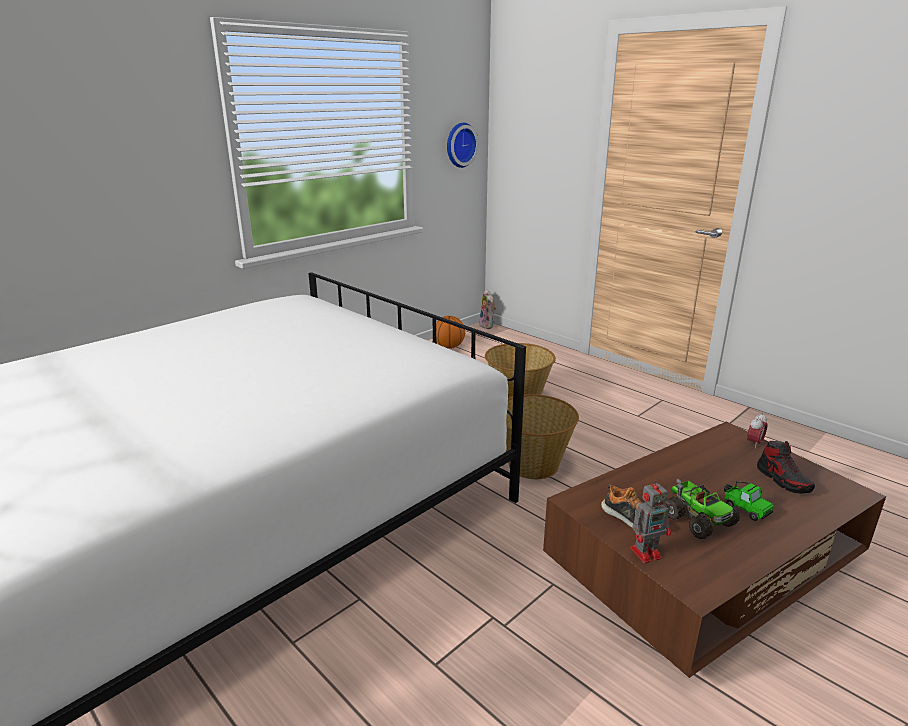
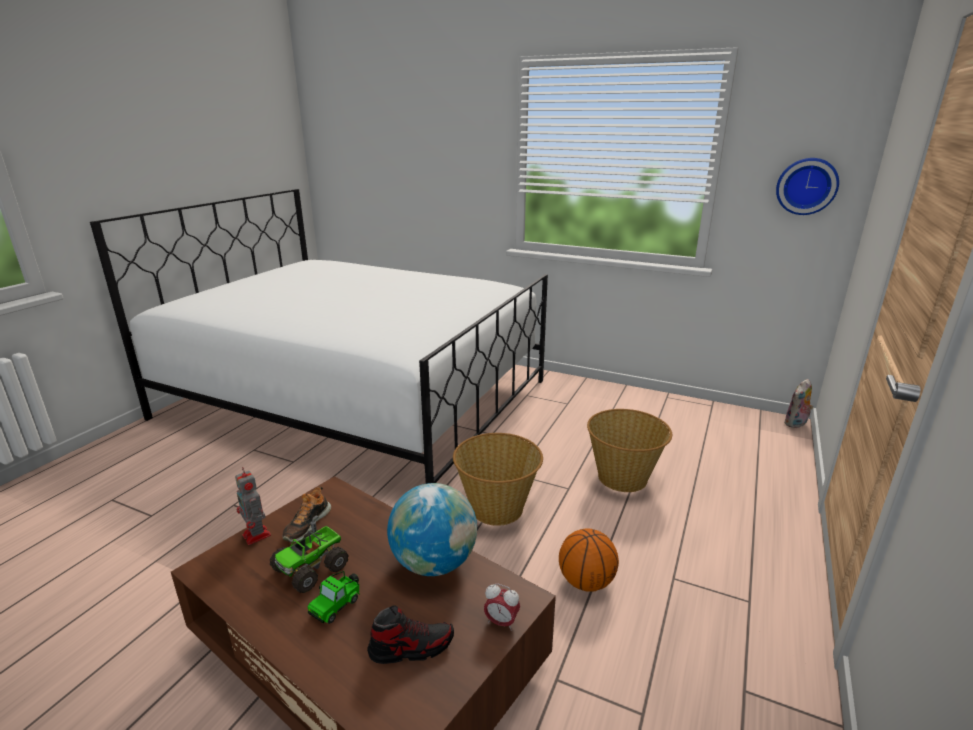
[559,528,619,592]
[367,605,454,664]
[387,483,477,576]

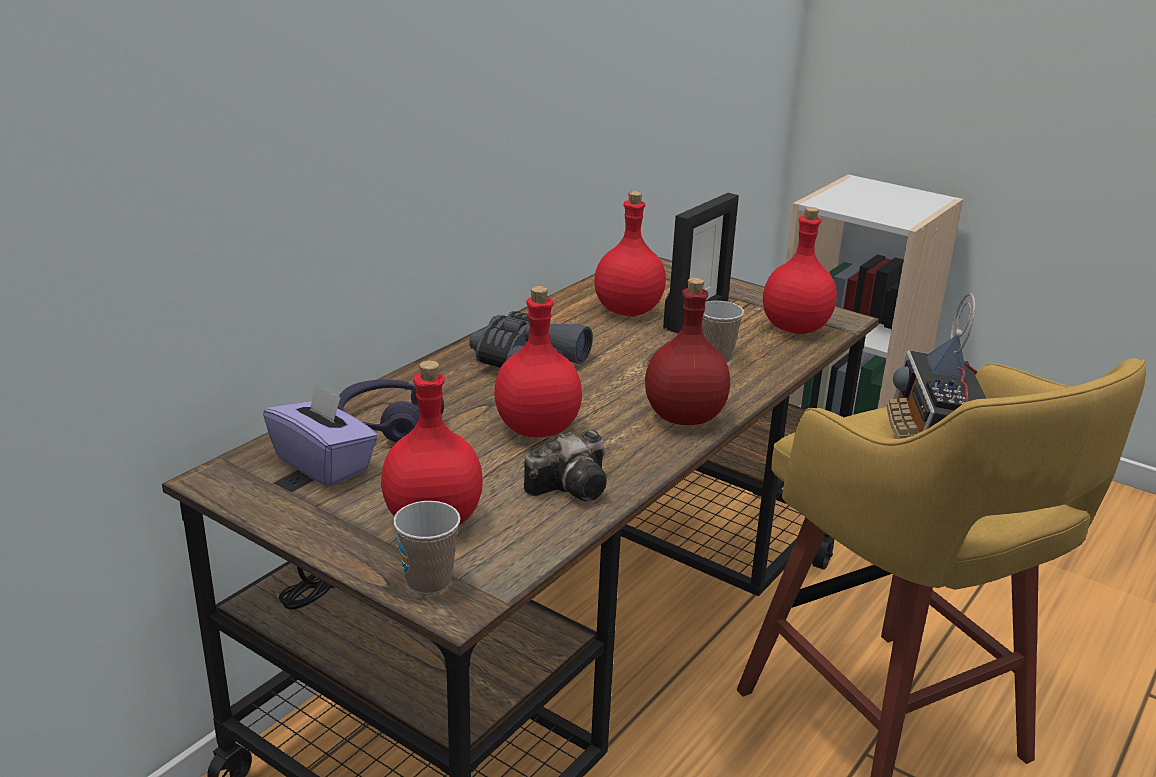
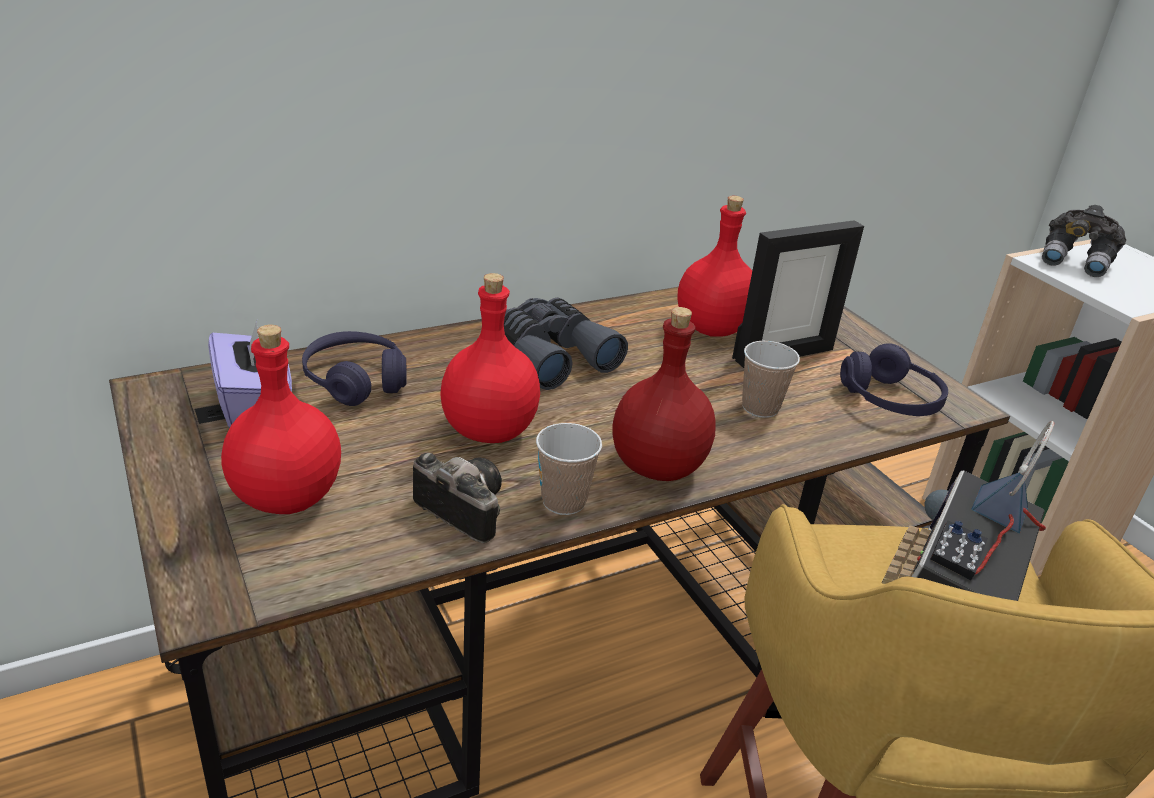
[536,423,602,515]
[413,453,502,543]
[840,343,948,416]
[1042,205,1126,277]

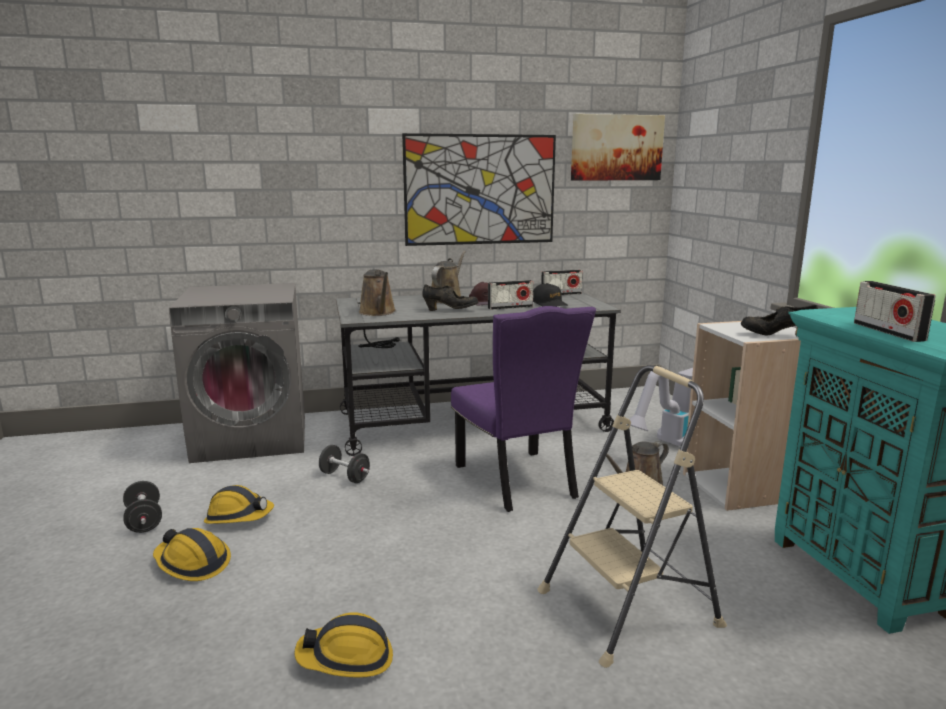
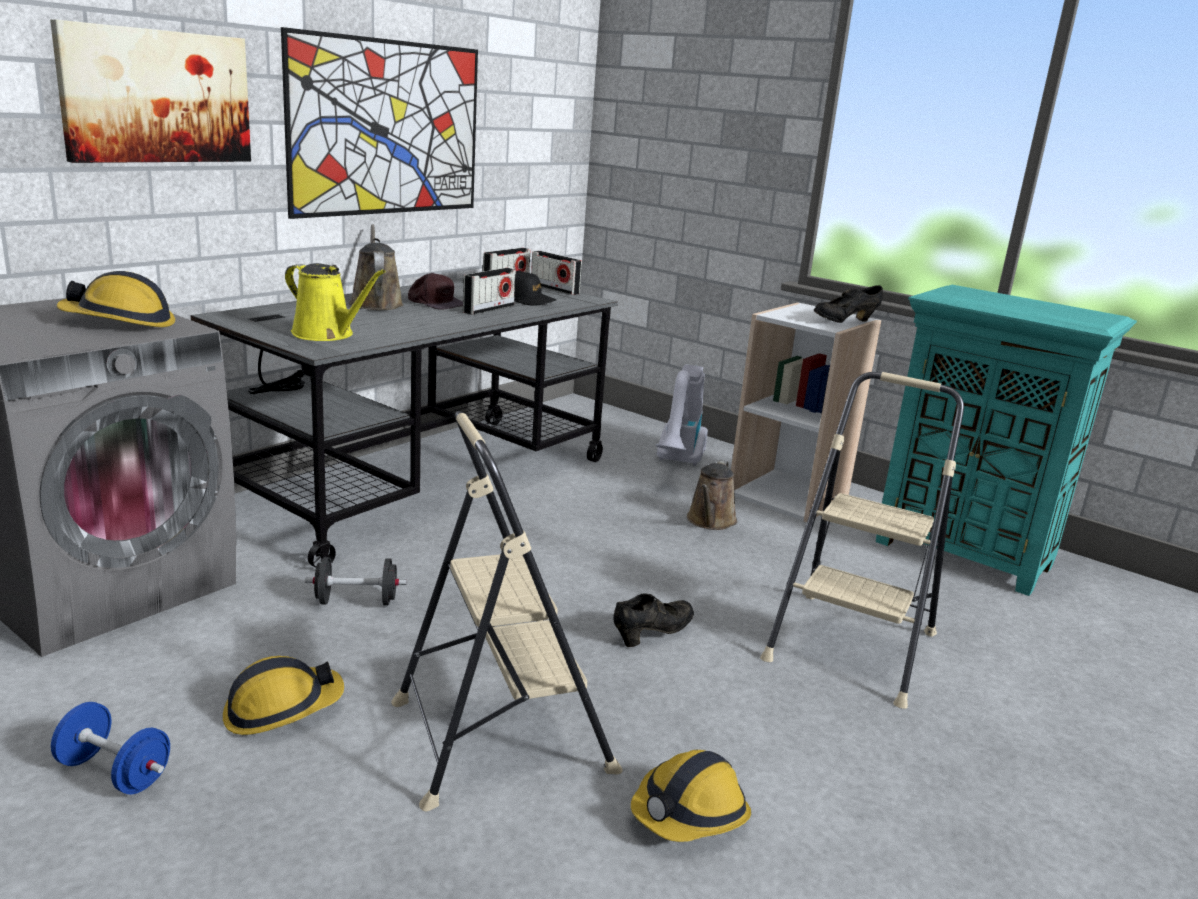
[51,702,170,795]
[57,271,175,327]
[285,263,386,341]
[614,594,694,647]
[451,306,596,512] (first image)
[50,19,251,163]
[531,251,582,295]
[391,411,622,811]

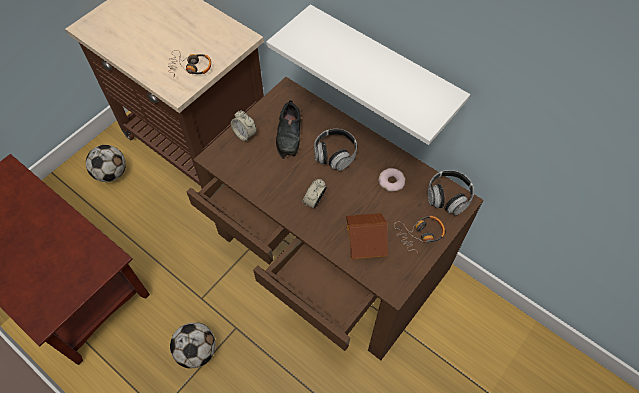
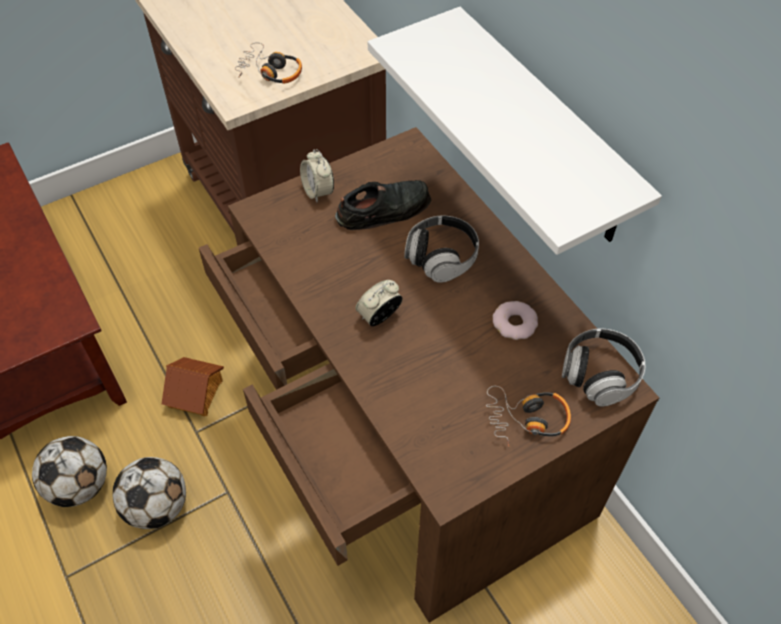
[32,436,107,507]
[335,180,431,230]
[162,357,224,416]

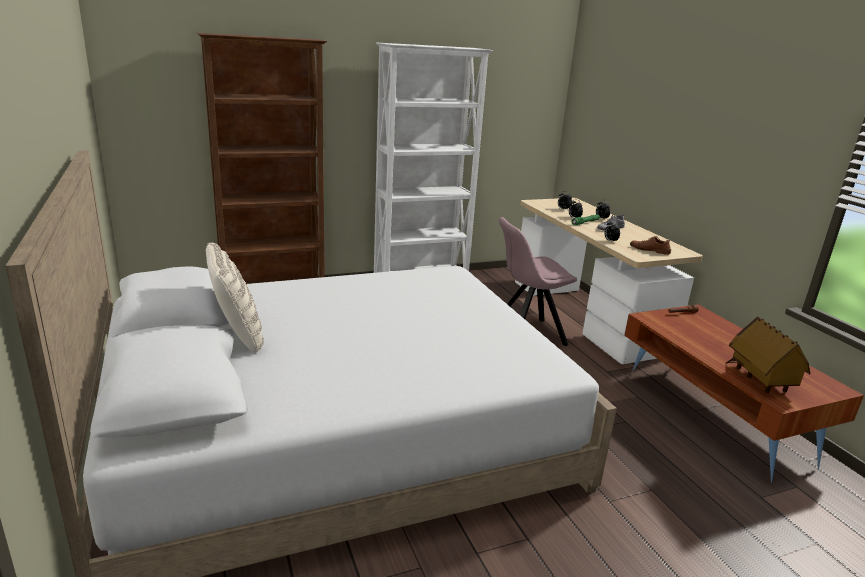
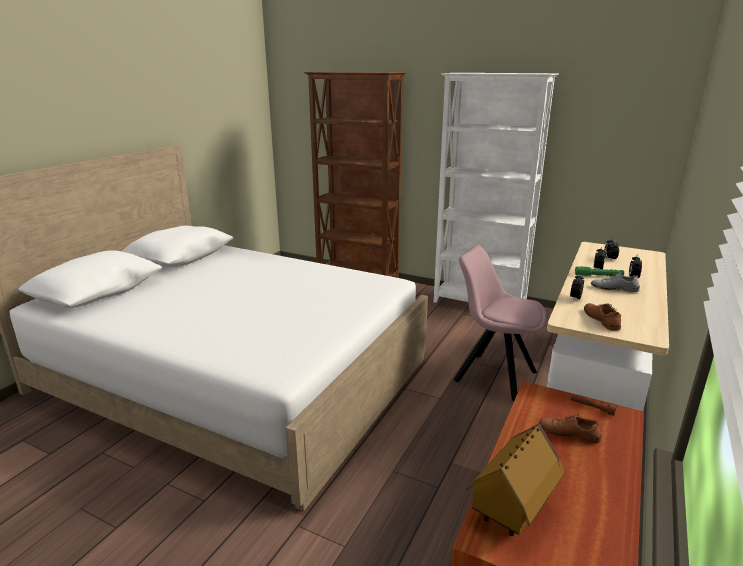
[206,243,264,352] (first image)
[538,414,601,444]

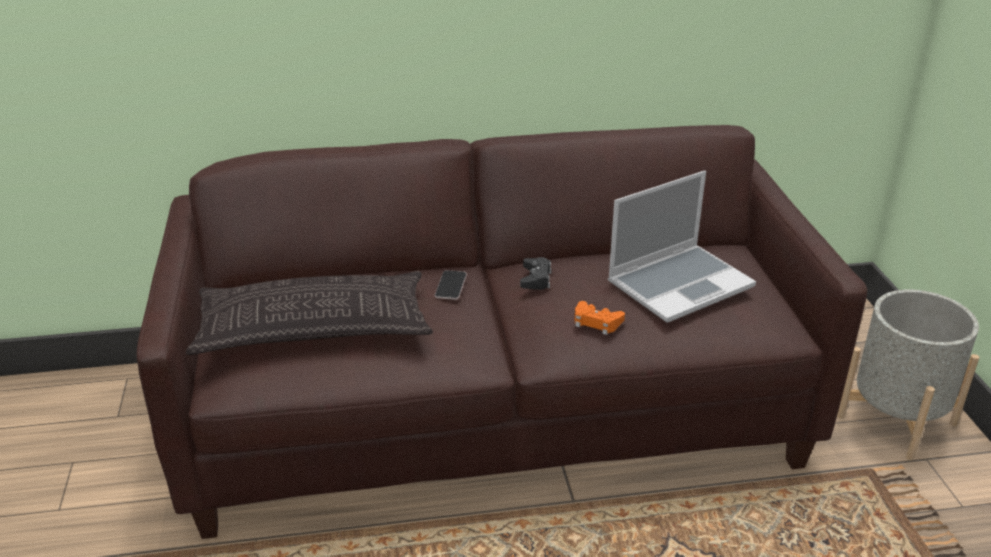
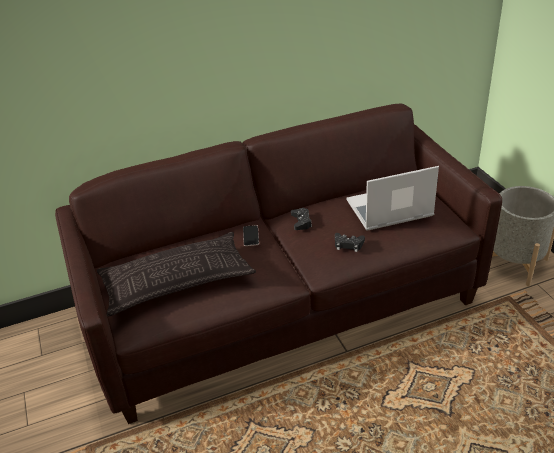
[335,233,365,252]
[346,166,439,230]

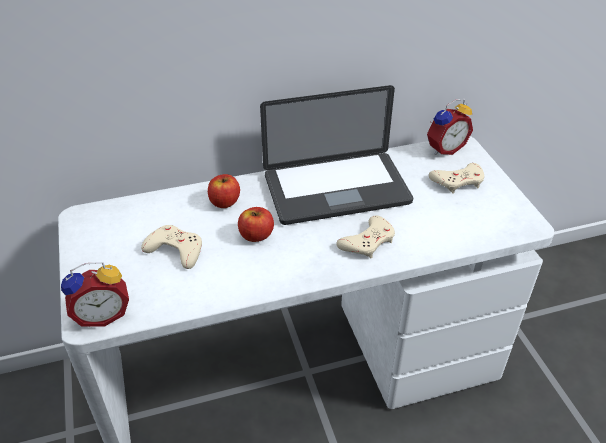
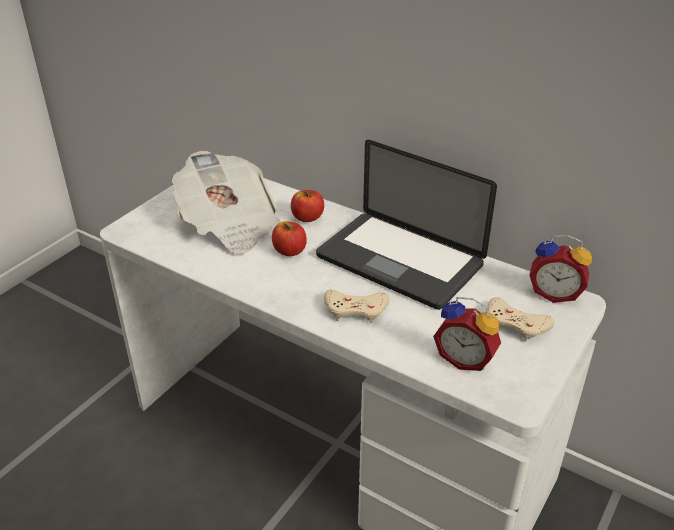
[433,297,501,371]
[172,151,281,255]

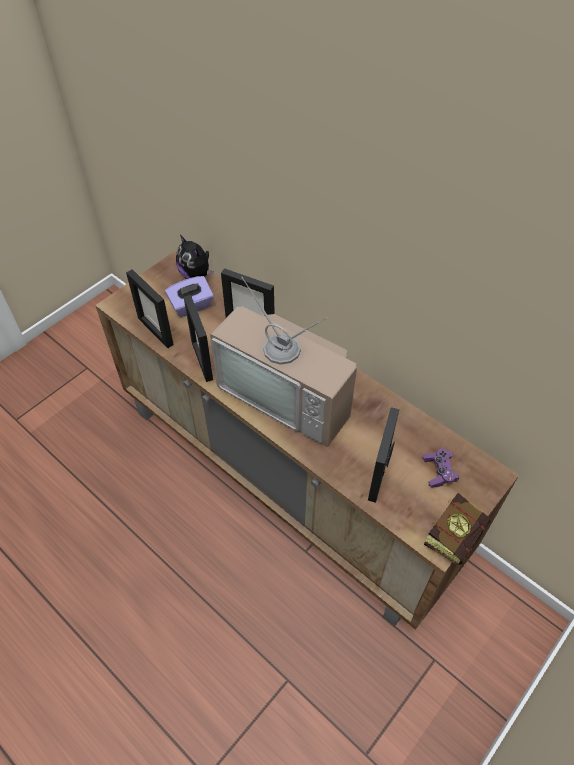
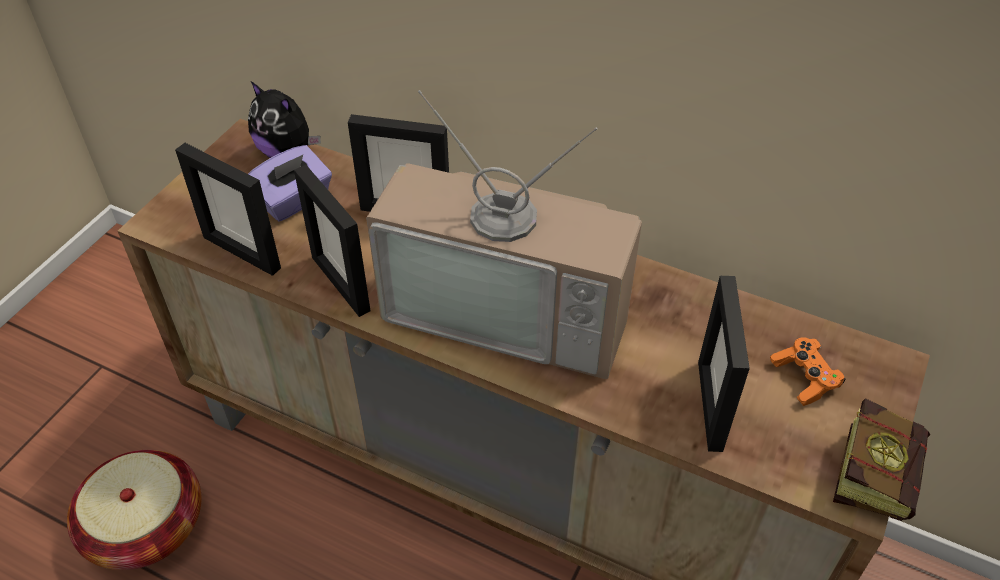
[770,337,846,406]
[67,450,201,570]

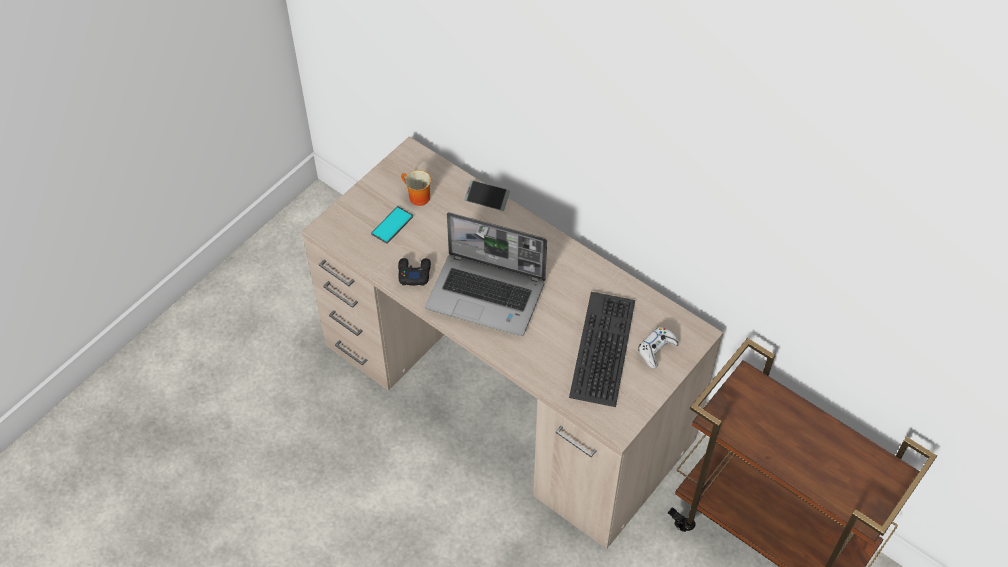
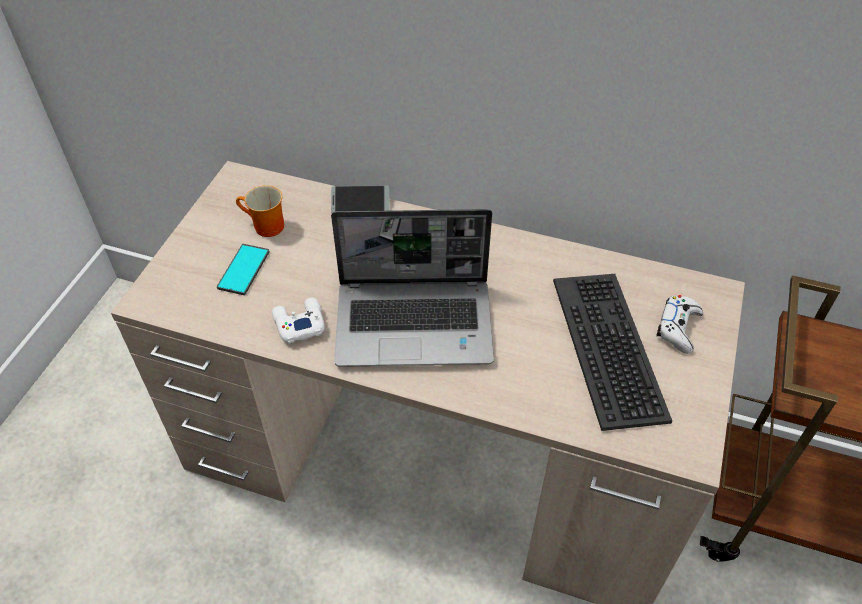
[272,298,325,343]

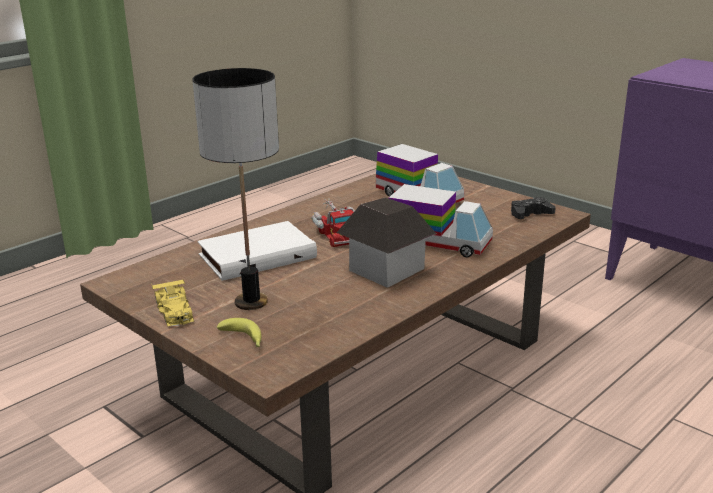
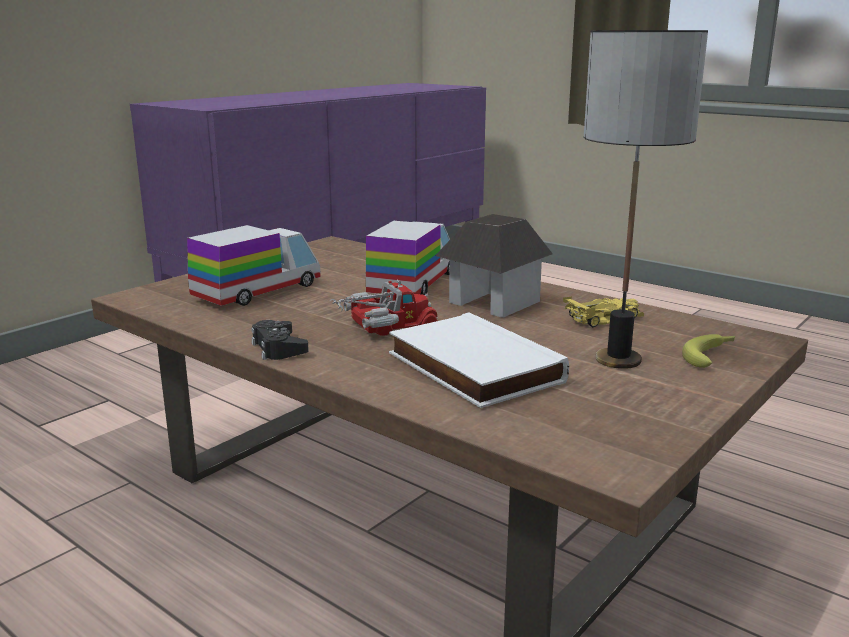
[563,297,644,327]
[251,320,309,360]

